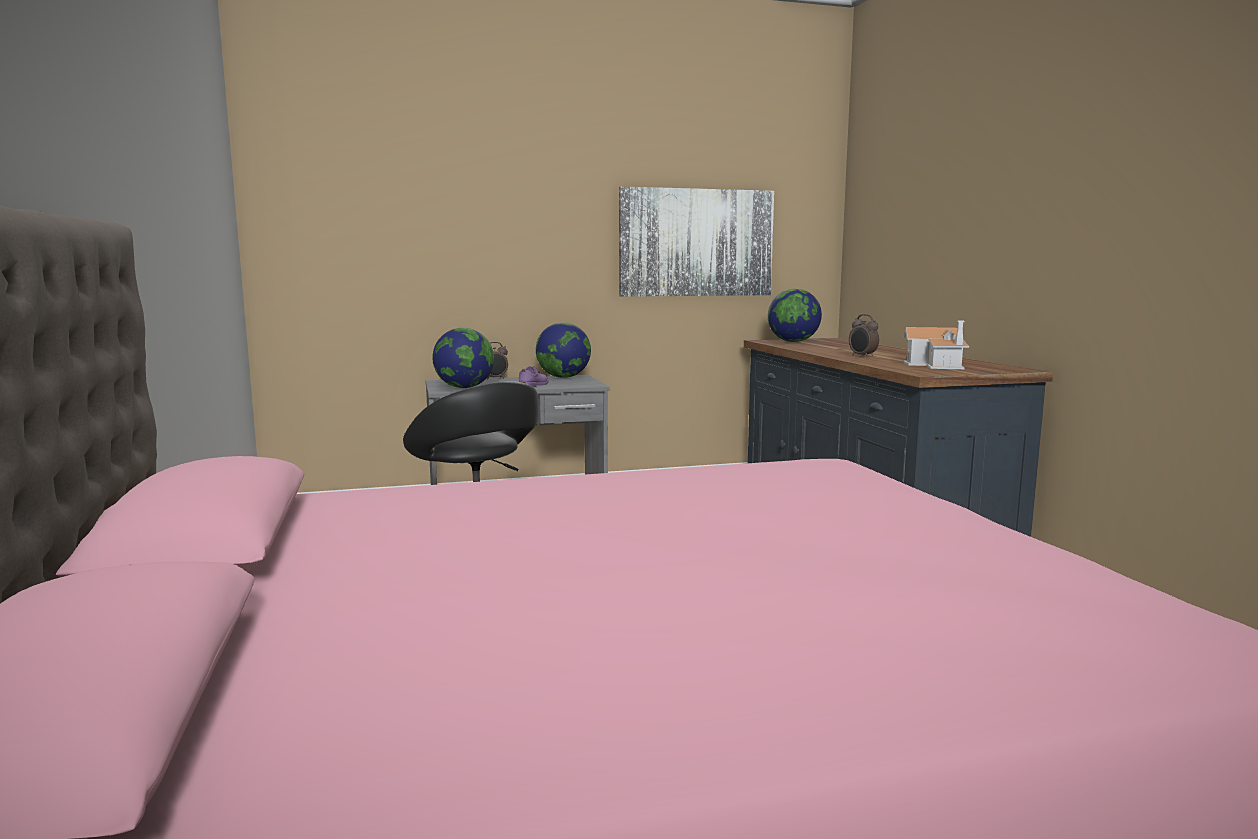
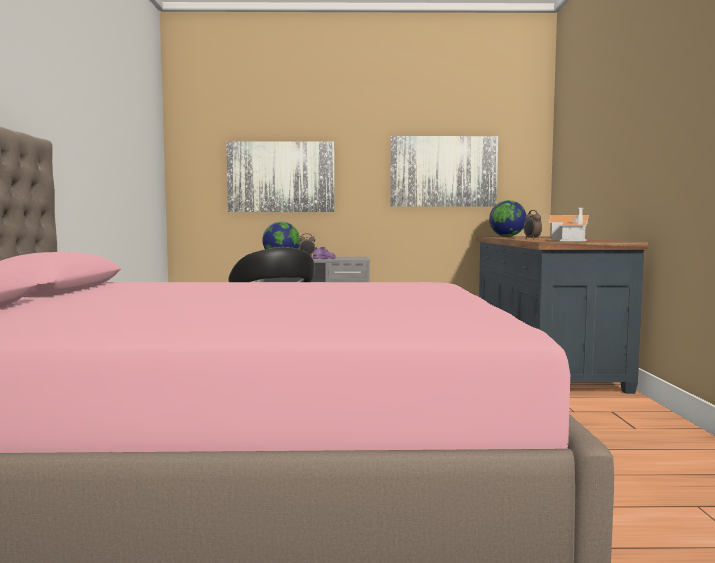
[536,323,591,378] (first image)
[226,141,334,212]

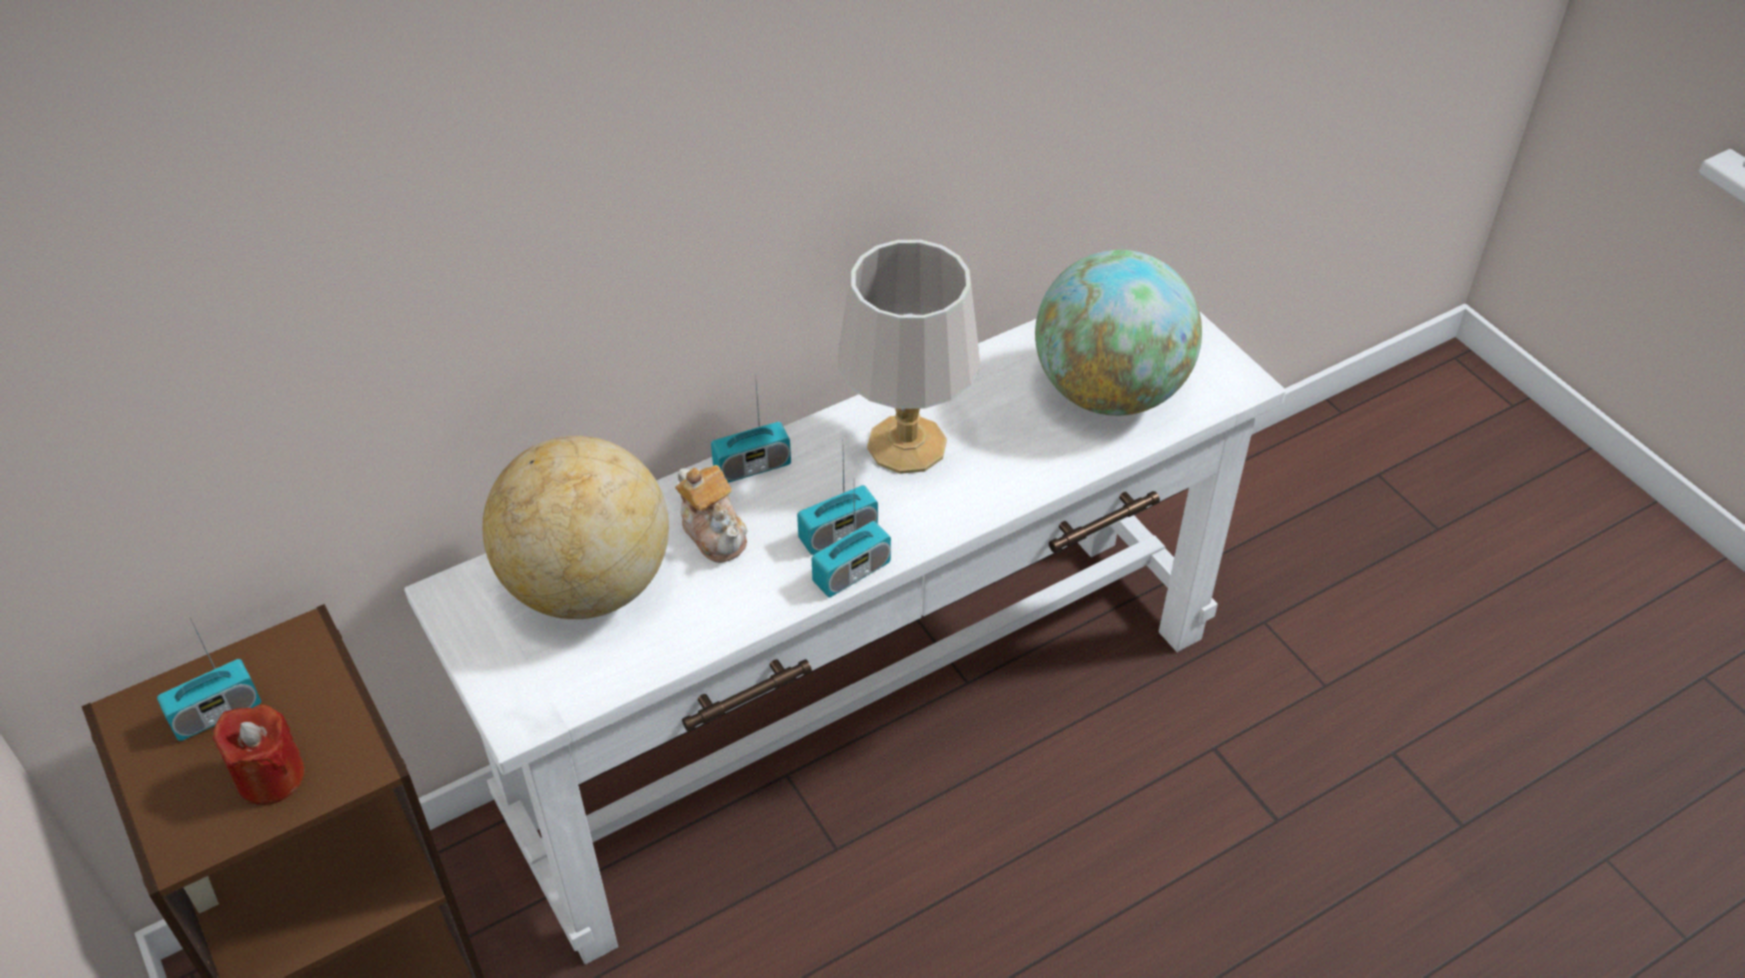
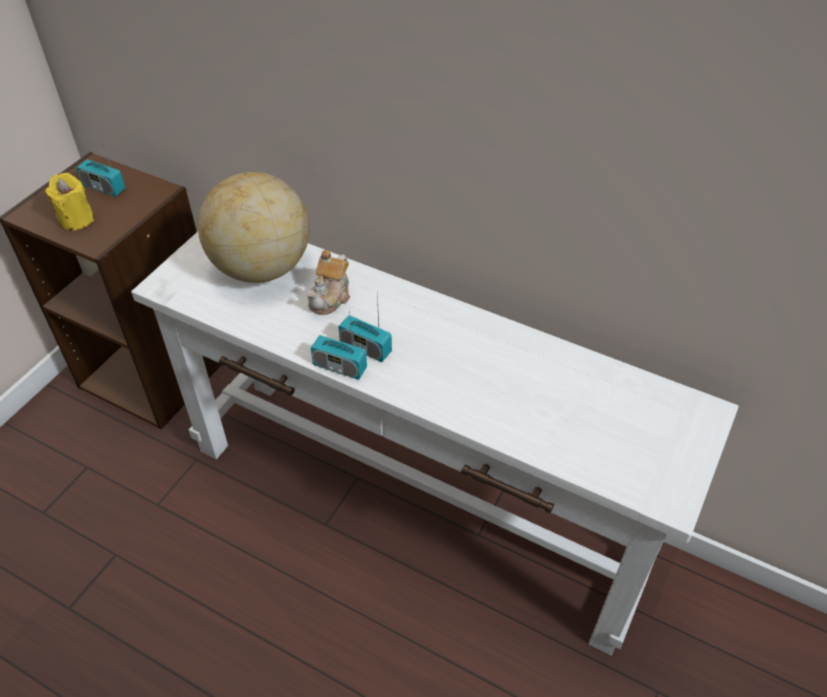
[45,173,94,231]
[711,374,791,483] (first image)
[838,240,980,474] (first image)
[1035,250,1202,416] (first image)

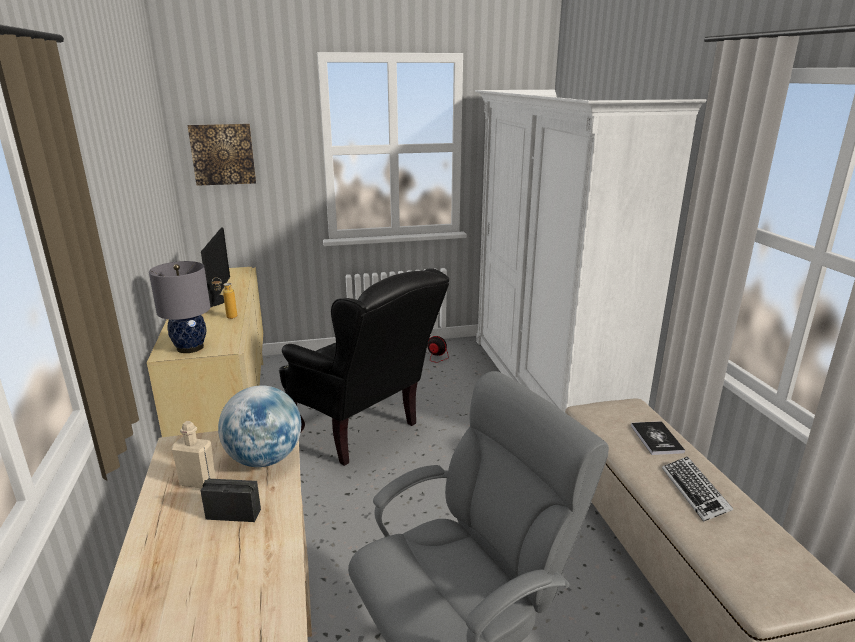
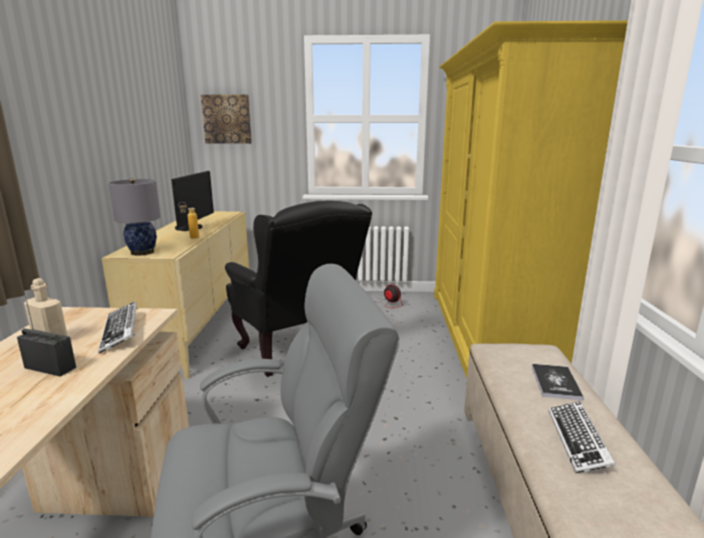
[98,302,138,354]
[434,20,628,378]

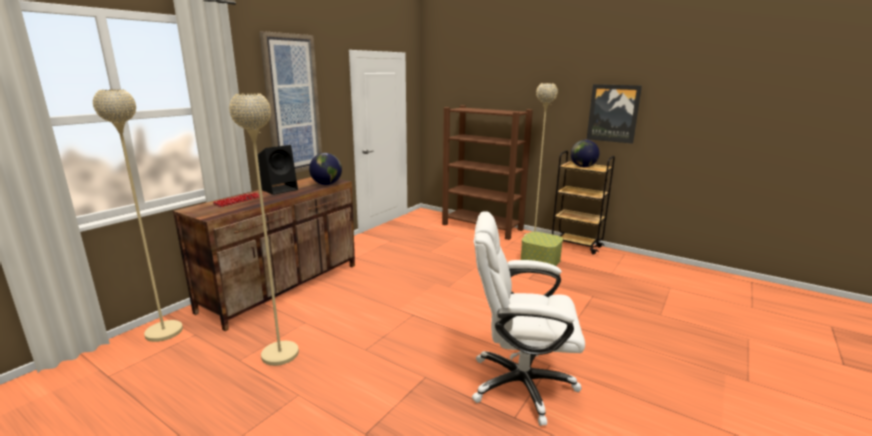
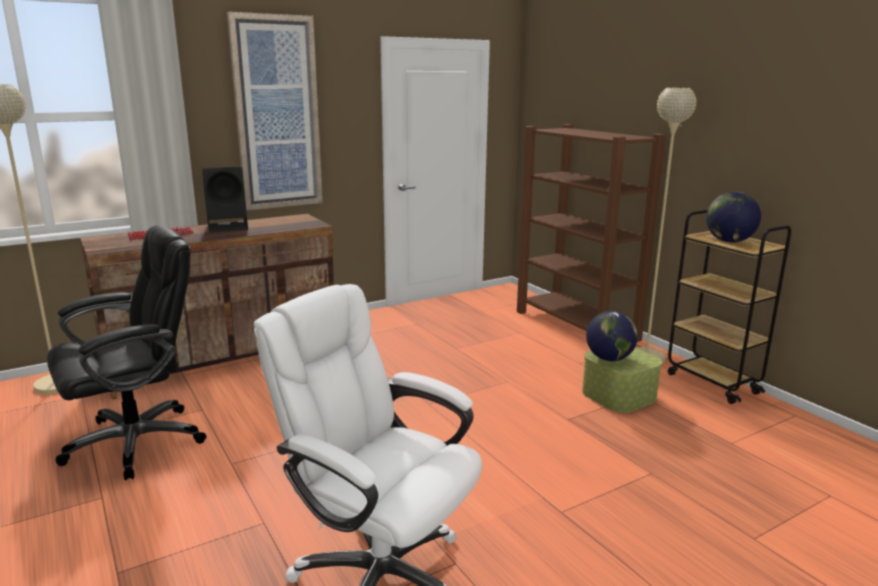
[47,225,207,480]
[586,311,638,361]
[587,84,642,144] (first image)

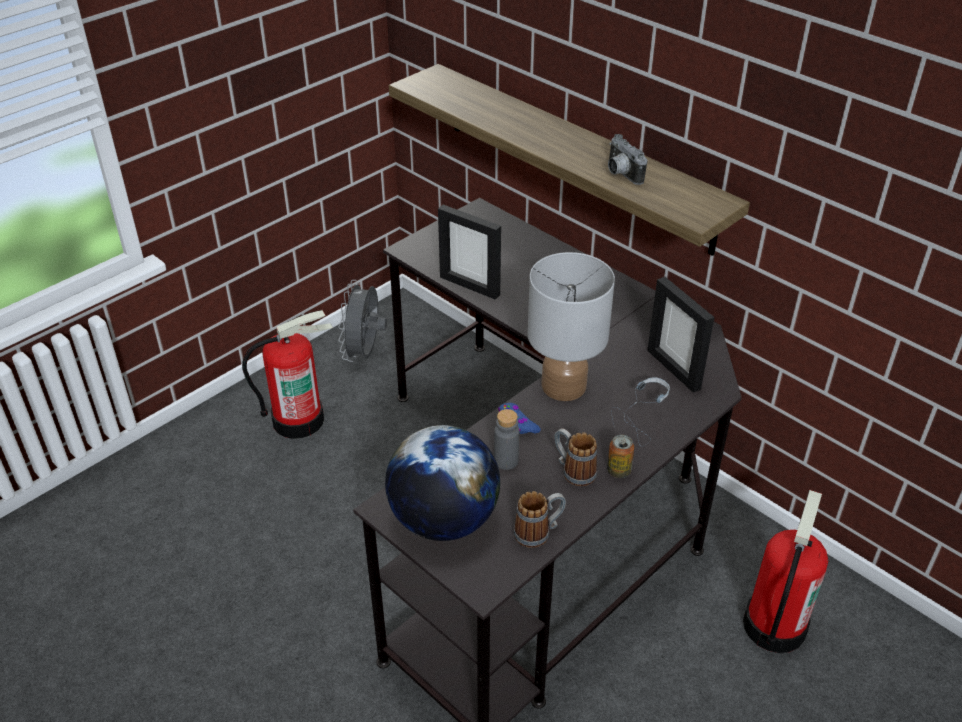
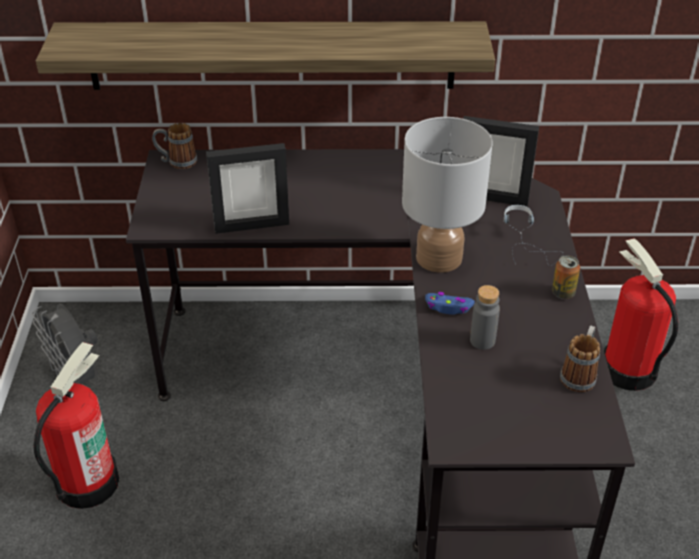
[385,425,500,541] (first image)
[152,123,197,169]
[608,134,648,185] (first image)

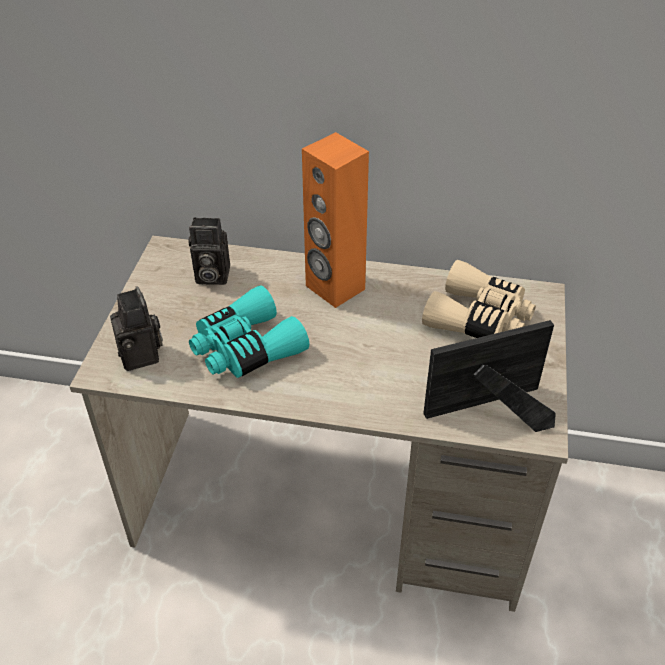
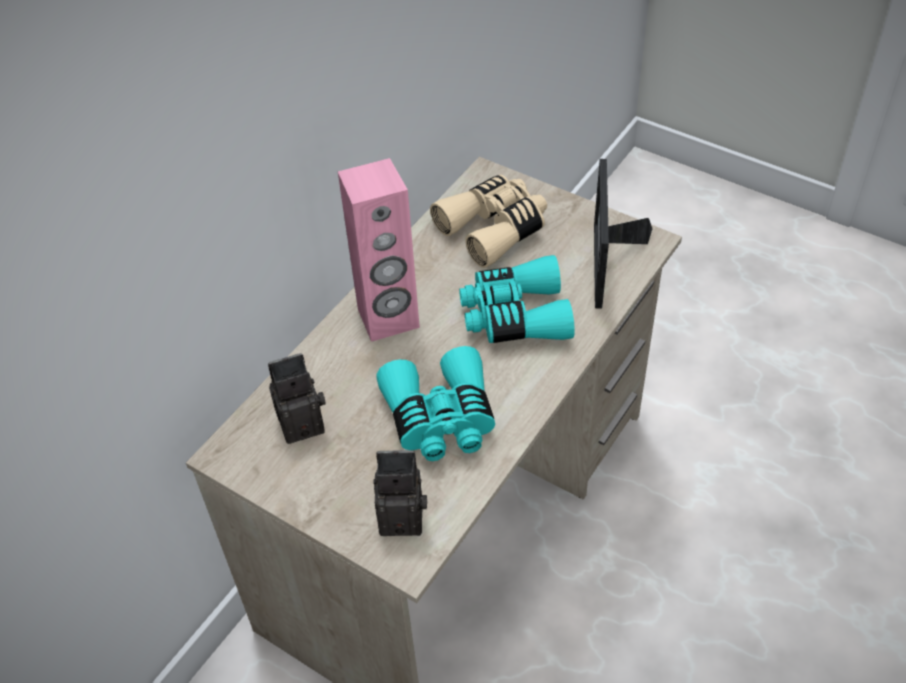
[268,353,326,444]
[338,158,420,342]
[459,255,575,343]

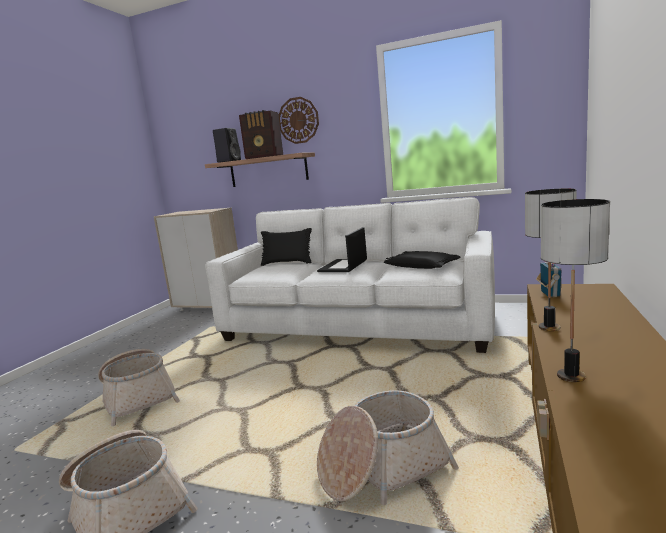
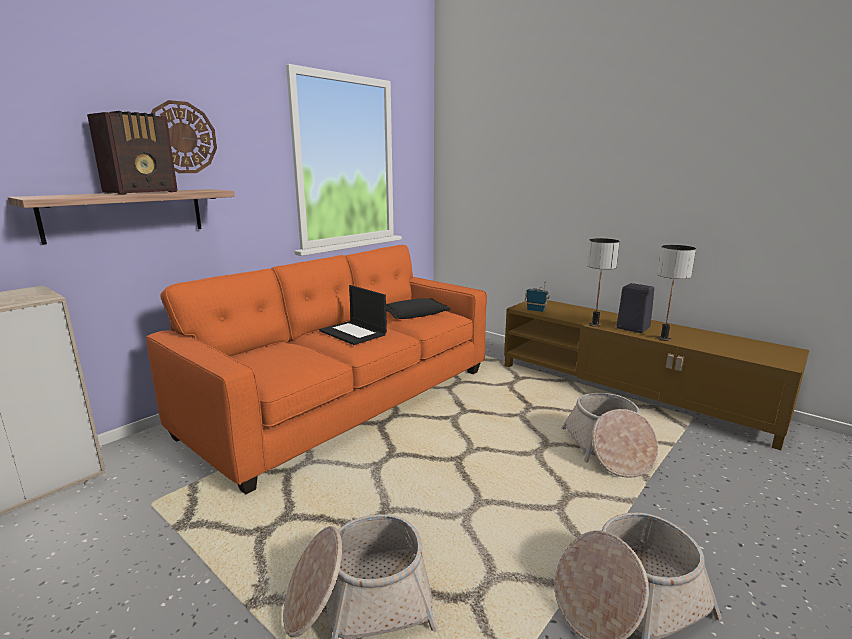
[146,245,487,494]
[617,283,654,333]
[261,228,312,266] (first image)

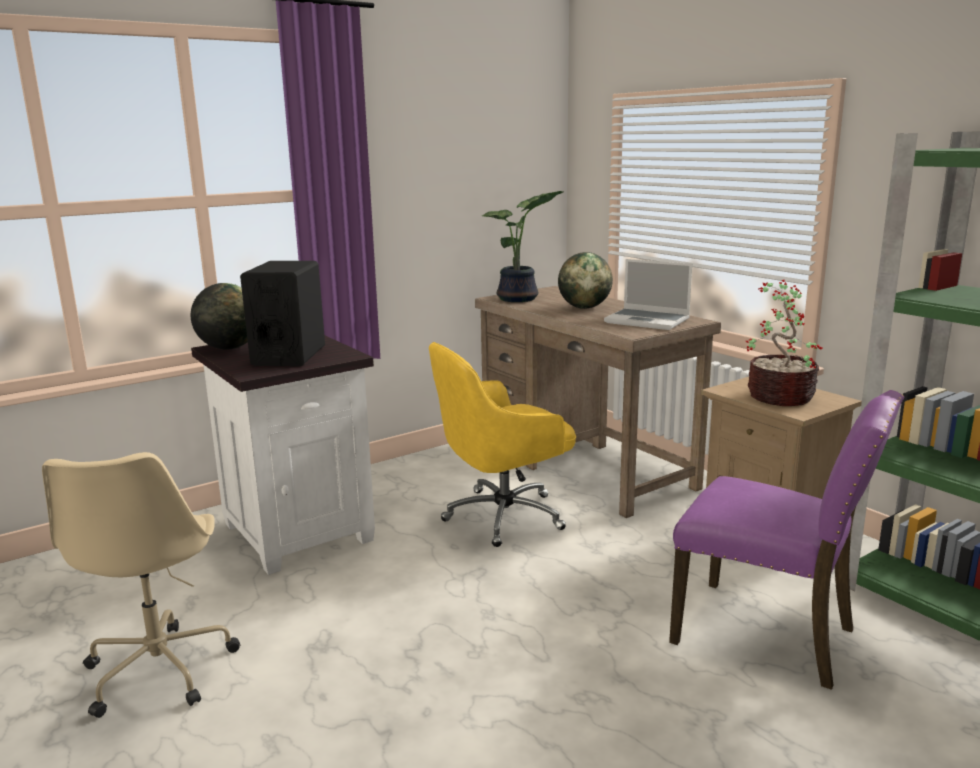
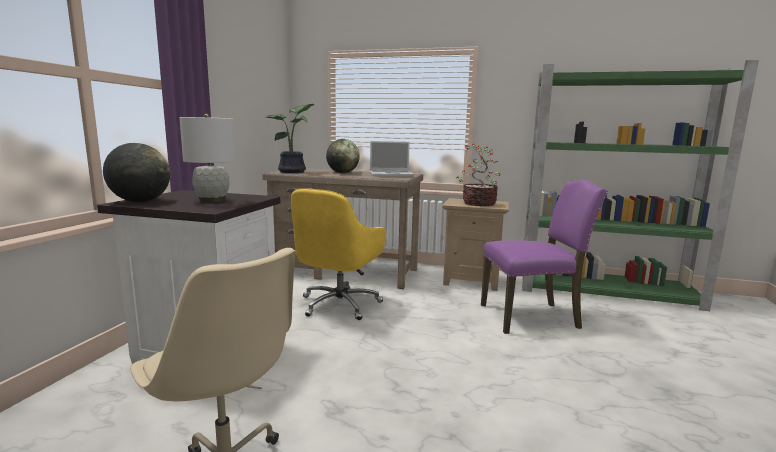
[180,114,235,203]

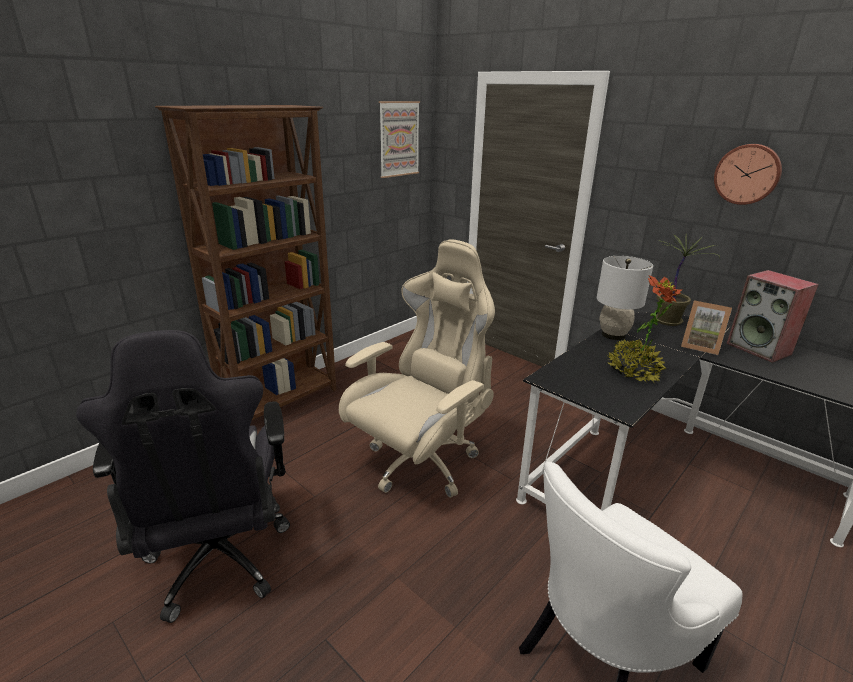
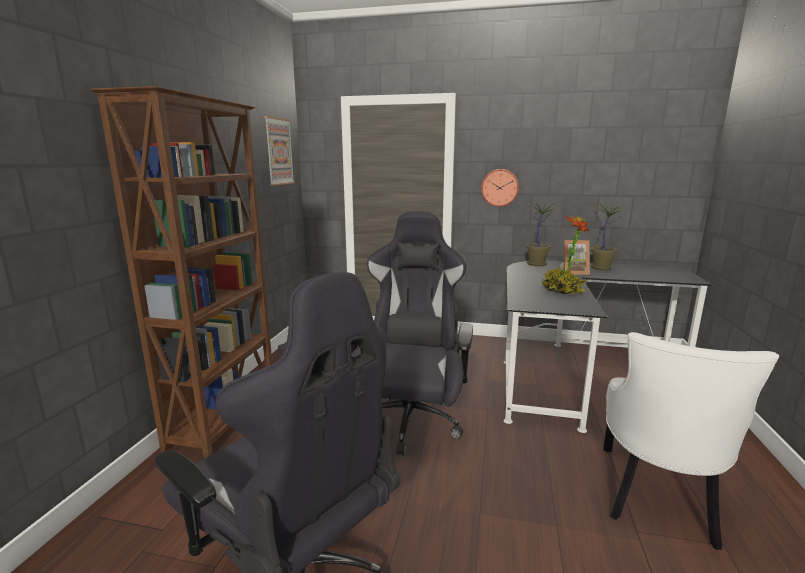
[351,211,473,455]
[597,256,653,340] (first image)
[481,169,519,207]
[591,202,635,270]

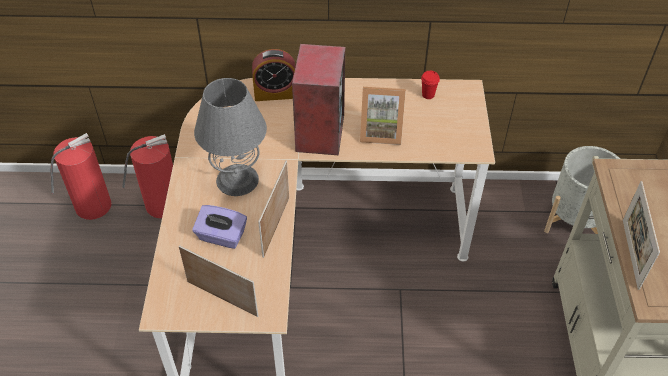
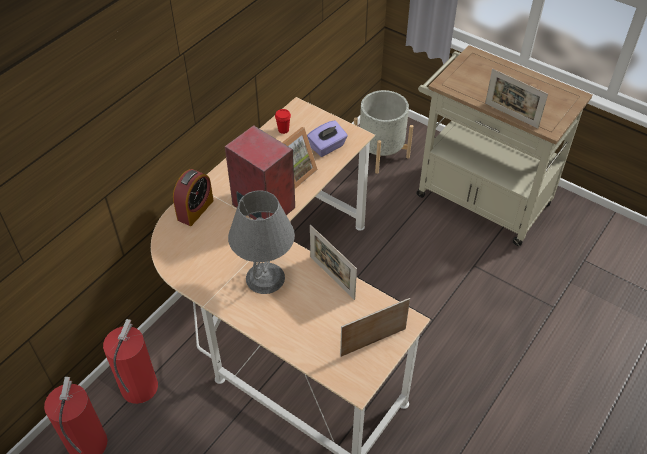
[307,120,348,157]

